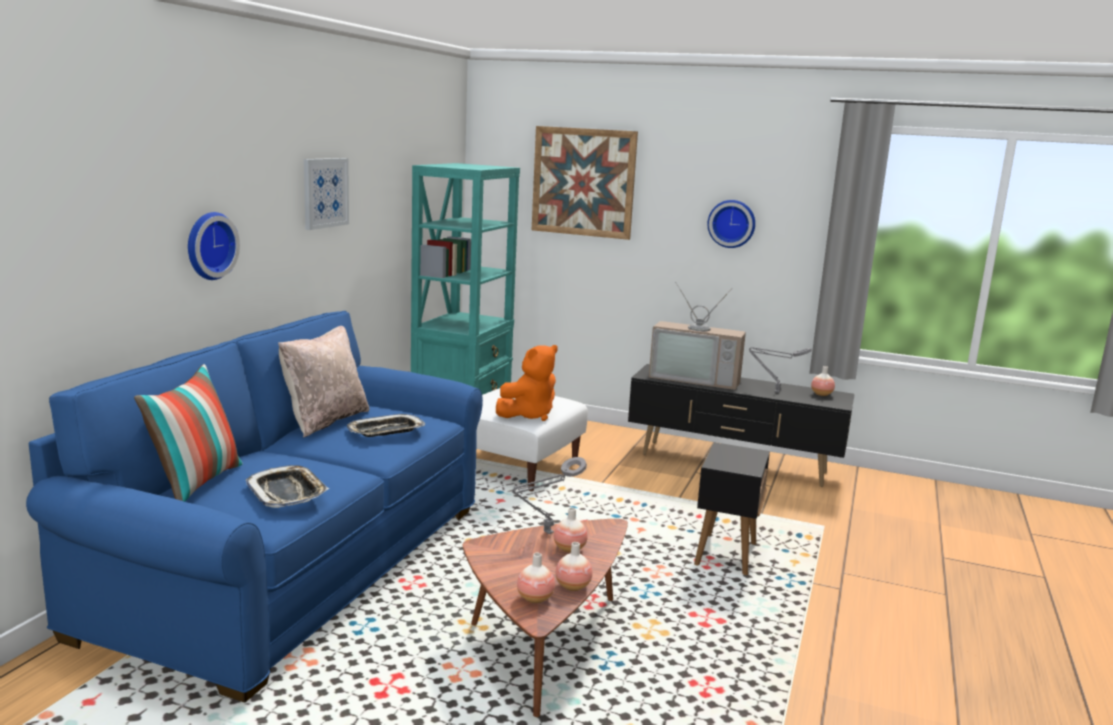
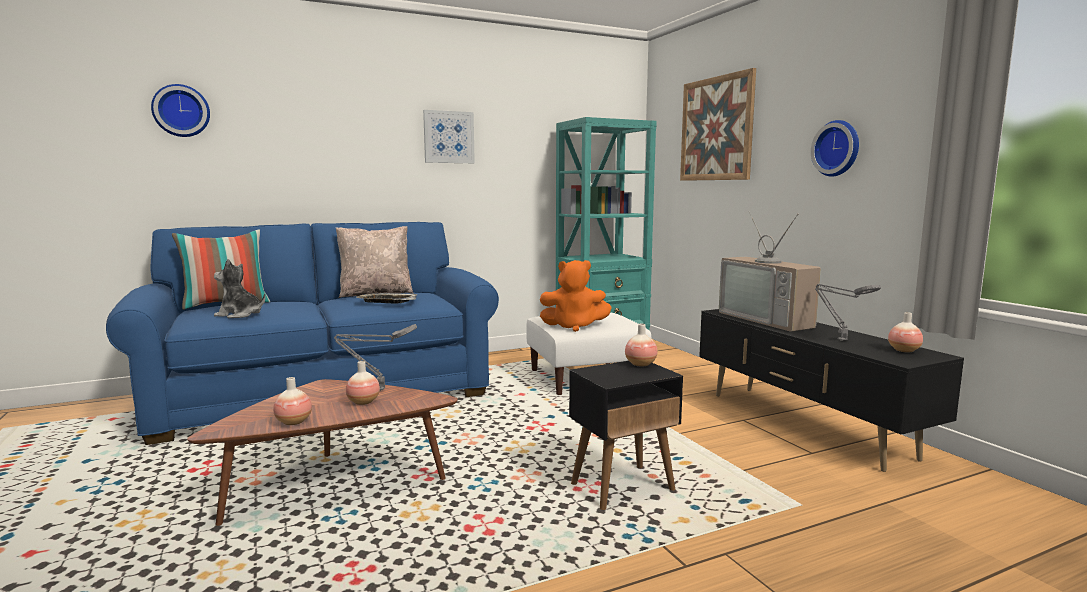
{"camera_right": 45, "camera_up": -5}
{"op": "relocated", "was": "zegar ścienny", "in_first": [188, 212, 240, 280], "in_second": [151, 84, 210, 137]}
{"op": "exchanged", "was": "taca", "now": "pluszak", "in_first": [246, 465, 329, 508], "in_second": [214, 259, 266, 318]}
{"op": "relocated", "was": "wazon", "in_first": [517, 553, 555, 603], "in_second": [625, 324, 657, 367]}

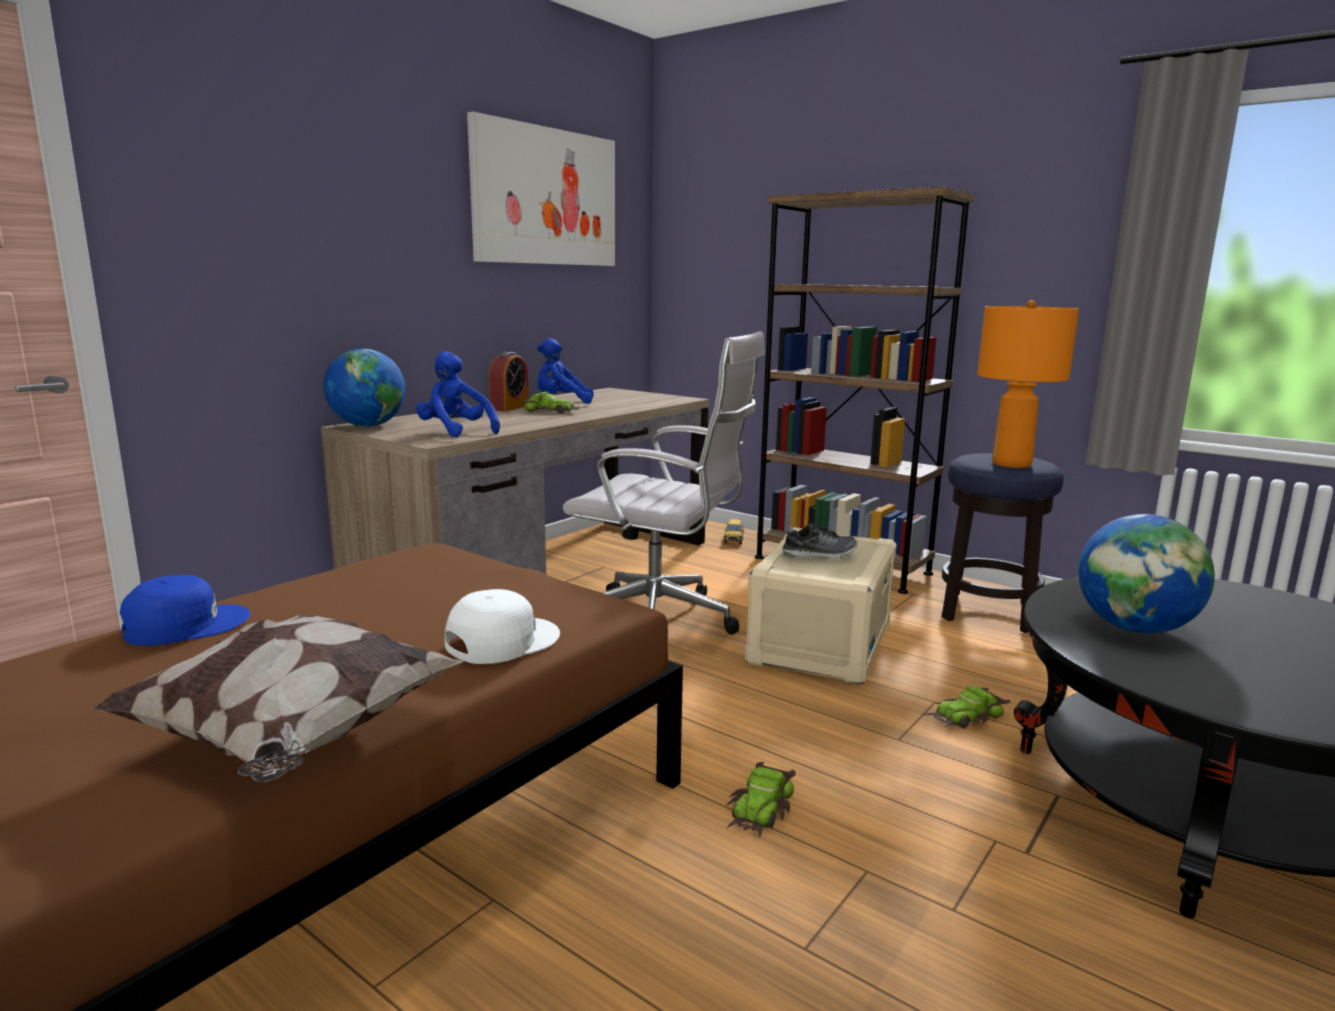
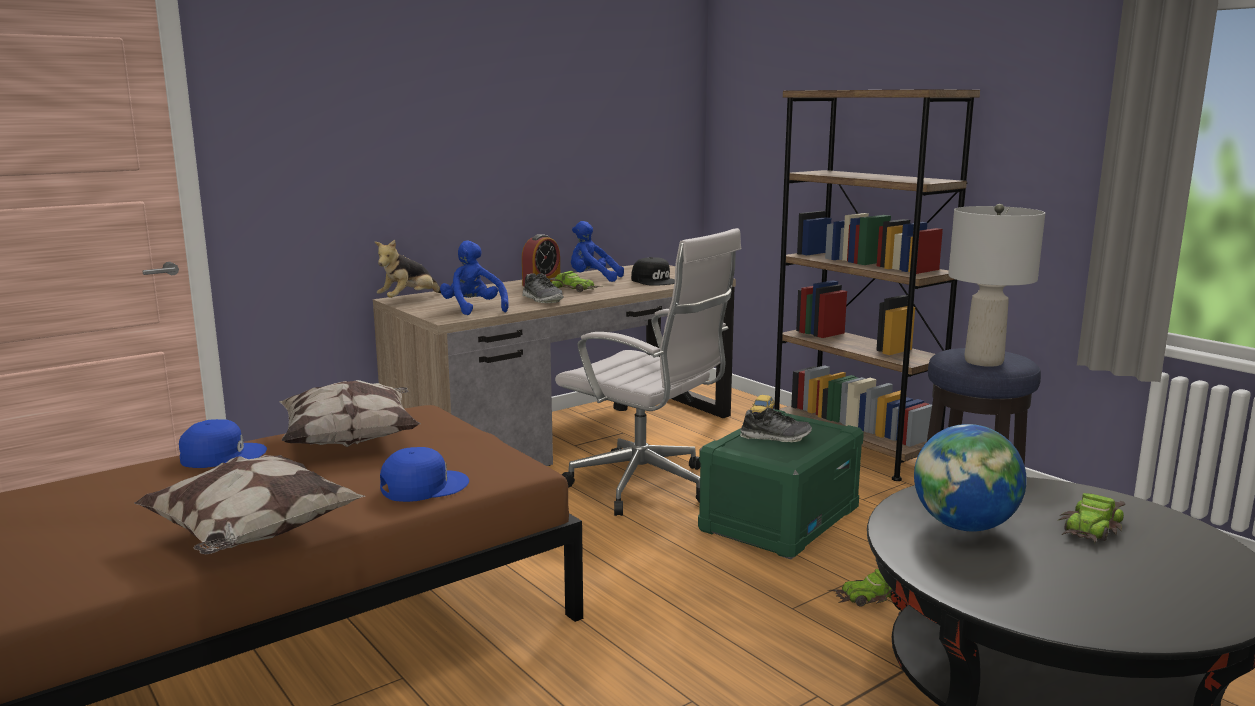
{"camera_right": 15, "camera_up": 0}
{"op": "exchanged", "was": "globus", "now": "pluszak", "in_first": [324, 349, 405, 427], "in_second": [375, 240, 441, 298]}
{"op": "colour", "was": "czapka z daszkiem (biały)", "now": "czapka z daszkiem (niebieski)", "in_first": [445, 589, 560, 664], "in_second": [380, 447, 469, 502]}
{"op": "missing", "was": "obraz", "in_first": [467, 112, 615, 266]}
{"op": "relocated", "was": "samochodzik", "in_first": [726, 762, 796, 838], "in_second": [1058, 493, 1125, 543]}
{"op": "colour", "was": "pojemnik do przechowywania (beżowy)", "now": "pojemnik do przechowywania (zielony)", "in_first": [745, 527, 897, 685], "in_second": [698, 409, 864, 560]}
{"op": "colour", "was": "lampa stołowa (pomarańczowy)", "now": "lampa stołowa (szary)", "in_first": [977, 300, 1079, 468], "in_second": [948, 204, 1045, 367]}
{"op": "appeared", "now": "poduszka", "in_second": [279, 380, 421, 447]}
{"op": "appeared", "now": "but", "in_second": [522, 273, 564, 303]}
{"op": "appeared", "now": "czapka z daszkiem (czarny)", "in_second": [631, 257, 675, 286]}

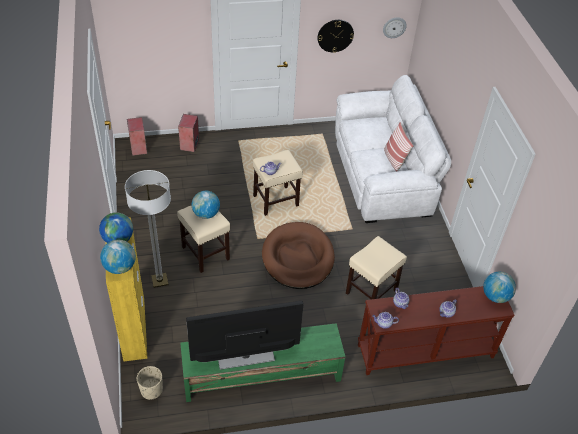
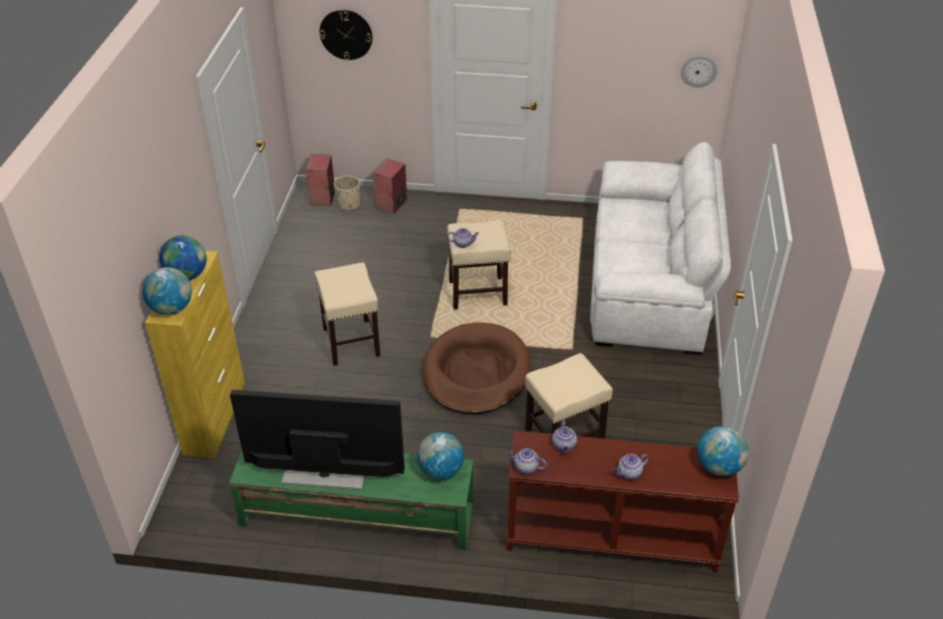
{"camera_right": 20, "camera_up": -5}
{"op": "missing", "was": "lampa stojąca", "in_first": [125, 170, 171, 288]}
{"op": "relocated", "was": "donica (beżowy)", "in_first": [137, 366, 163, 400], "in_second": [334, 176, 360, 211]}
{"op": "relocated", "was": "globus", "in_first": [192, 191, 220, 219], "in_second": [417, 432, 464, 480]}
{"op": "relocated", "was": "zegar ścienny", "in_first": [317, 20, 354, 53], "in_second": [319, 10, 373, 60]}
{"op": "missing", "was": "poduszka", "in_first": [384, 122, 414, 171]}

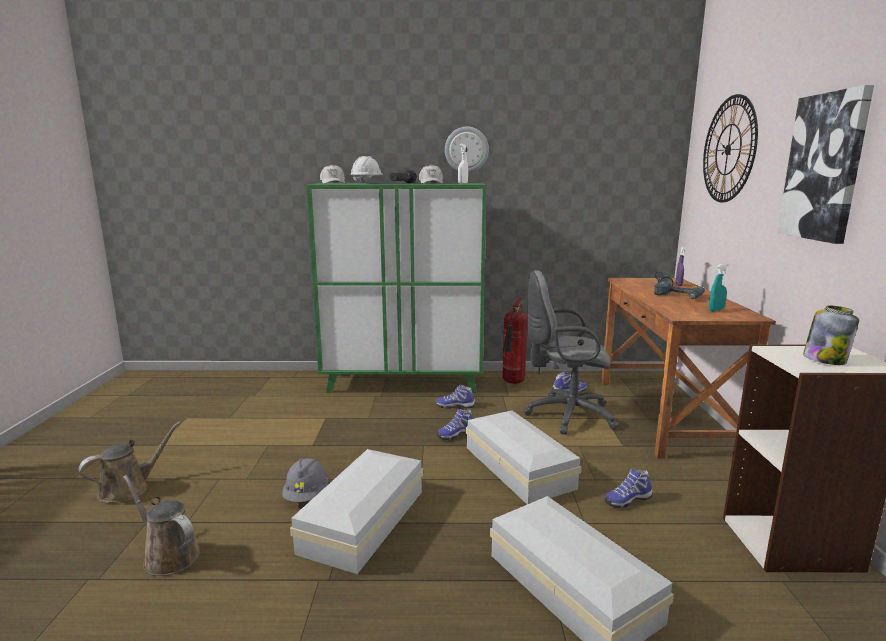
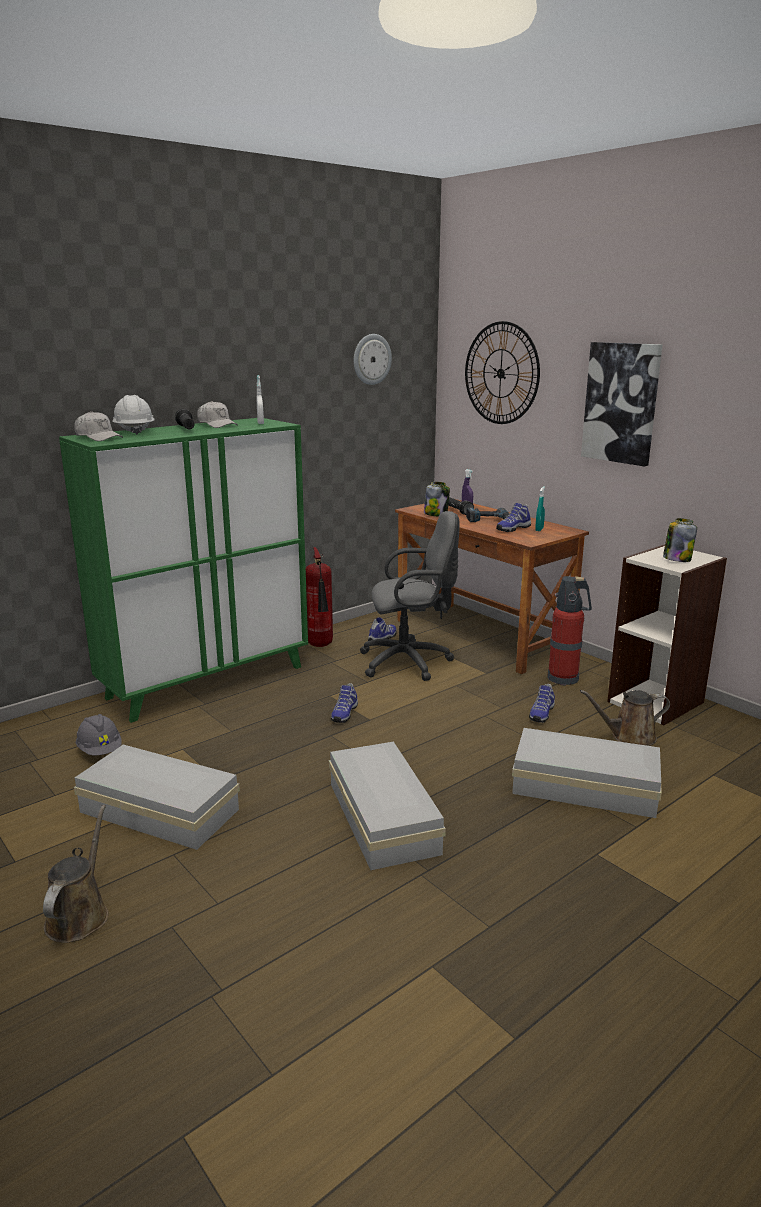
{"camera_right": -40, "camera_up": 5}
{"op": "relocated", "was": "konewka (brązowy)", "in_first": [123, 475, 200, 576], "in_second": [580, 690, 670, 746]}
{"op": "relocated", "was": "kask (szary)", "in_first": [282, 458, 328, 502], "in_second": [76, 714, 122, 755]}
{"op": "relocated", "was": "but", "in_first": [435, 384, 475, 409], "in_second": [496, 503, 531, 532]}
{"op": "relocated", "was": "zegar ścienny", "in_first": [445, 127, 489, 173], "in_second": [354, 334, 392, 385]}
{"op": "relocated", "was": "pojemnik do przechowywania (biały)", "in_first": [466, 410, 581, 504], "in_second": [74, 745, 240, 850]}
{"op": "spun", "was": "krzesło biurowe (szary)", "in_first": [524, 270, 619, 435], "in_second": [360, 511, 460, 681], "clockwise": -150}
{"op": "appeared", "now": "słoik", "in_second": [424, 482, 450, 516]}
{"op": "appeared", "now": "gaśnica", "in_second": [548, 576, 592, 686]}

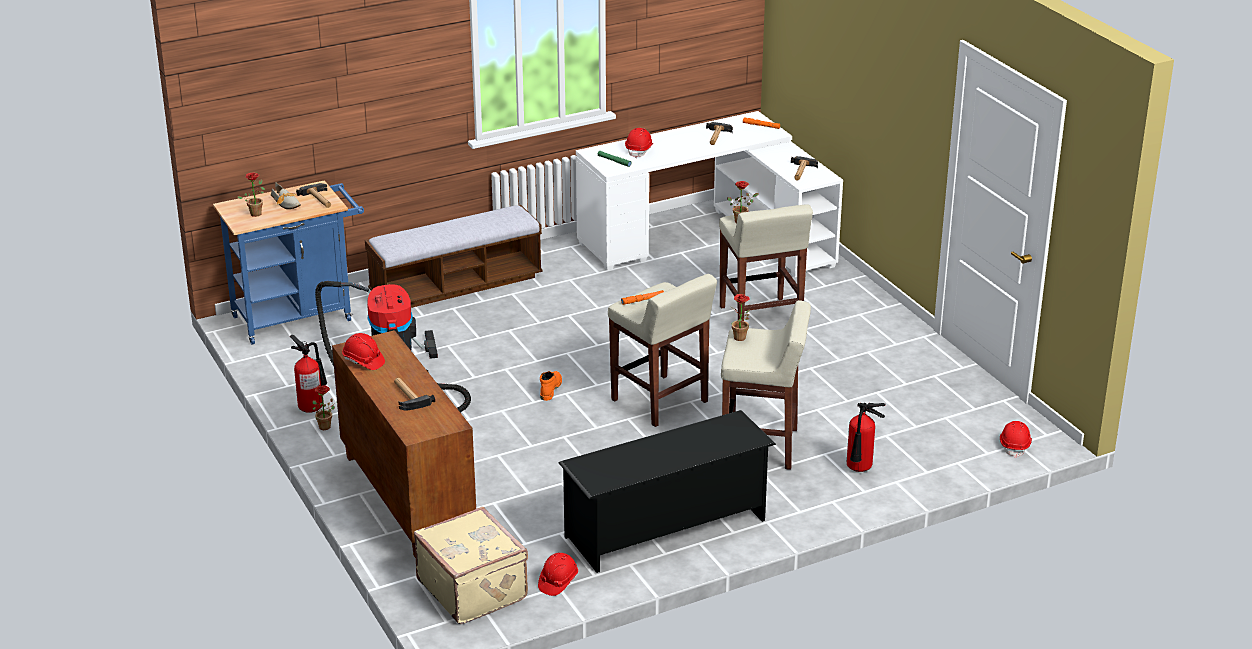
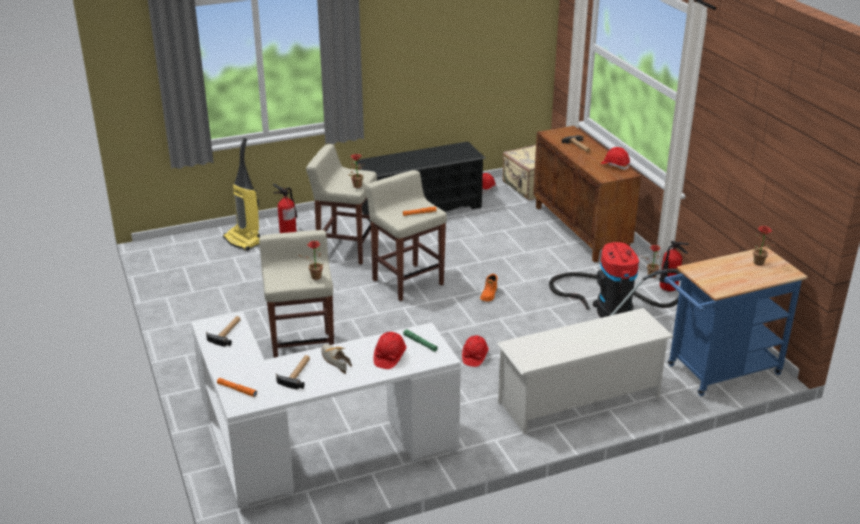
{"camera_right": -175, "camera_up": 0}
{"op": "relocated", "was": "but", "in_first": [271, 183, 301, 209], "in_second": [322, 344, 352, 374]}
{"op": "missing", "was": "młotek", "in_first": [296, 183, 331, 208]}
{"op": "exchanged", "was": "ławka", "now": "regał na buty (biały)", "in_first": [365, 205, 543, 308], "in_second": [497, 308, 674, 434]}
{"op": "relocated", "was": "kask (czerwony)", "in_first": [1000, 421, 1032, 458], "in_second": [462, 335, 489, 367]}
{"op": "appeared", "now": "odkurzacz", "in_second": [223, 138, 260, 251]}

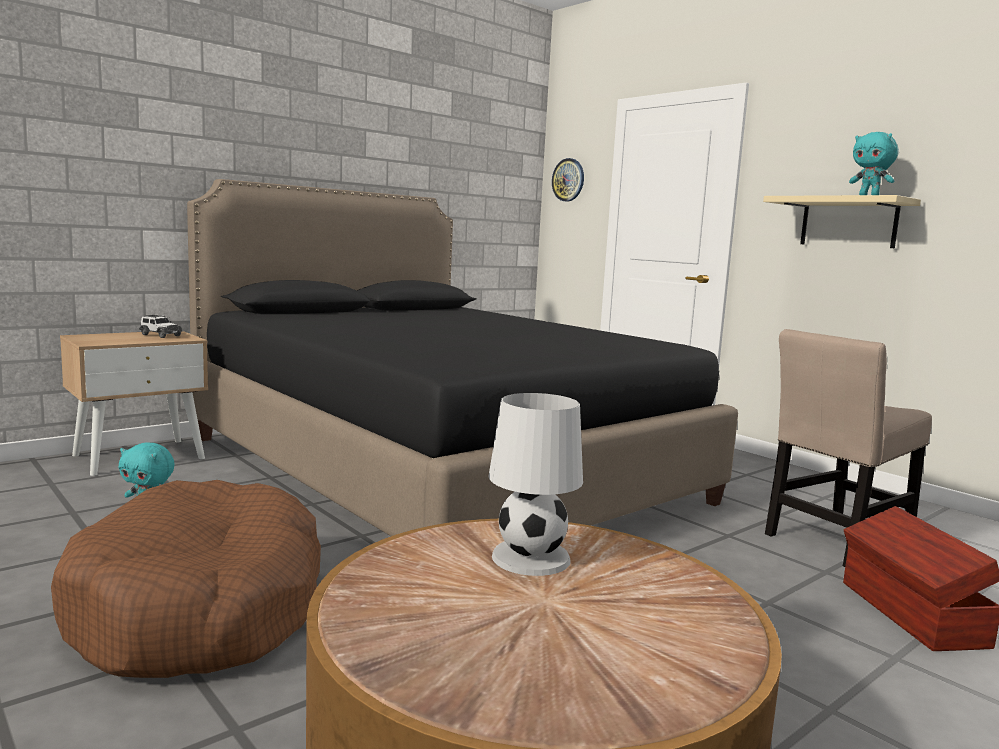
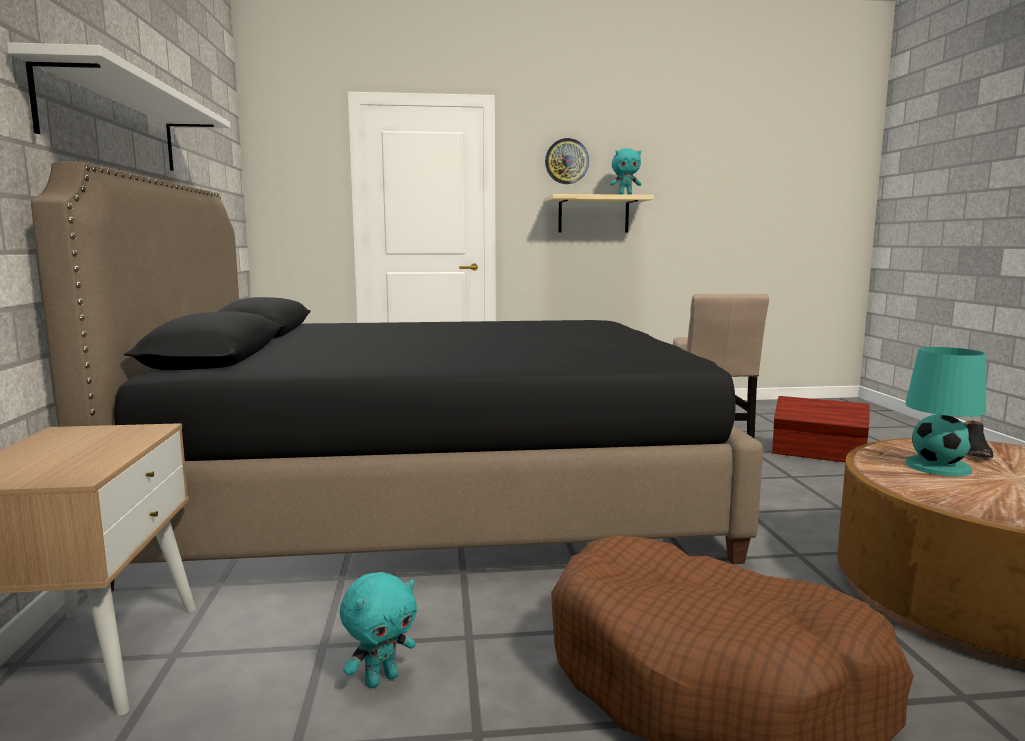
{"camera_right": -55, "camera_up": 0}
{"op": "missing", "was": "samochodzik", "in_first": [139, 314, 182, 338]}
{"op": "colour", "was": "lampa stołowa (biały)", "now": "lampa stołowa (turkusowy)", "in_first": [488, 393, 583, 576], "in_second": [905, 347, 986, 476]}
{"op": "relocated", "was": "zegar ścienny", "in_first": [552, 158, 584, 201], "in_second": [545, 138, 589, 184]}
{"op": "appeared", "now": "półka (biały)", "in_second": [7, 42, 230, 171]}
{"op": "appeared", "now": "but (czarny)", "in_second": [964, 420, 993, 458]}

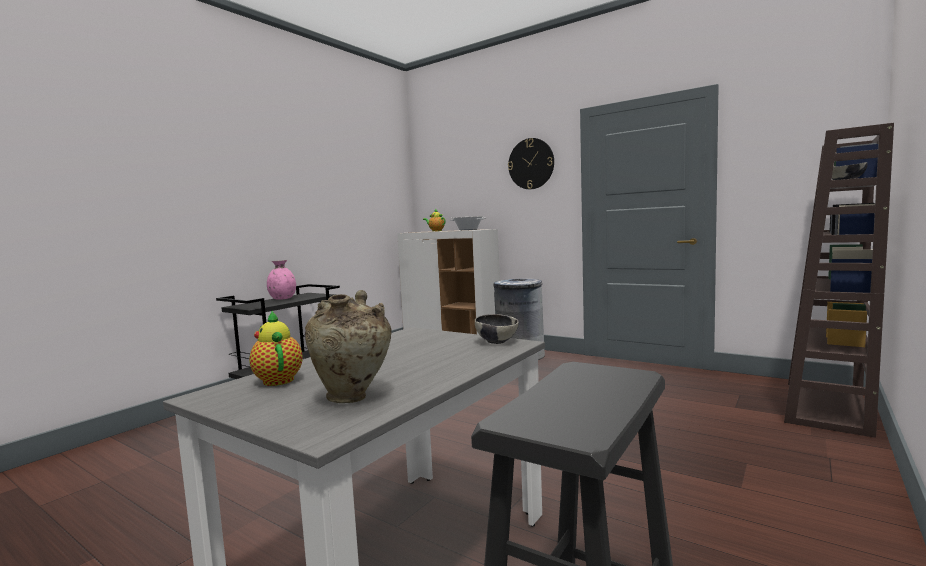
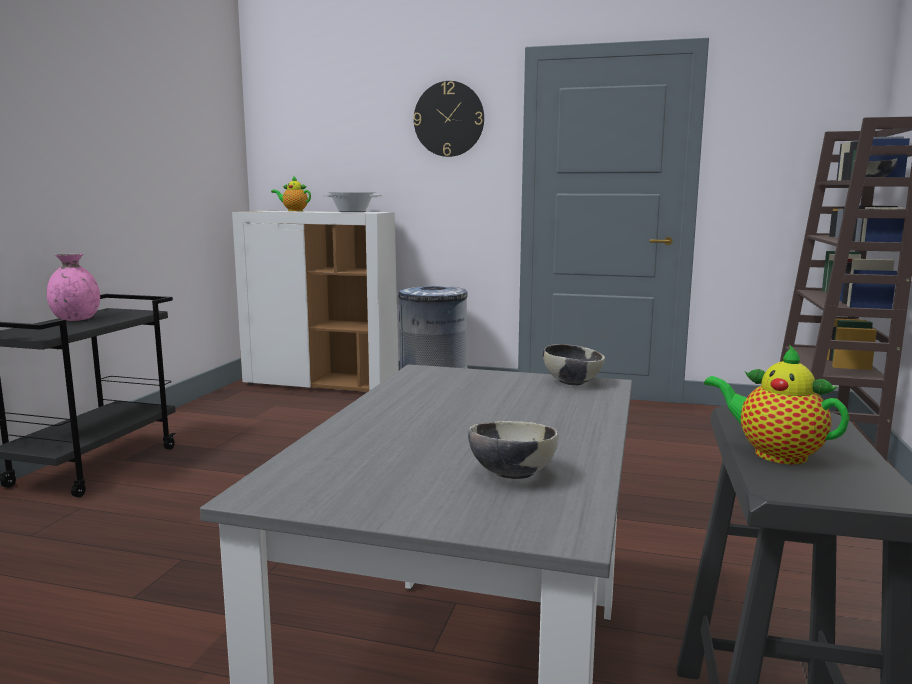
{"camera_right": -20, "camera_up": 5}
{"op": "relocated", "was": "imbryk", "in_first": [249, 311, 303, 386], "in_second": [704, 345, 849, 464]}
{"op": "exchanged", "was": "wazon (beżowy)", "now": "miska", "in_first": [305, 290, 392, 403], "in_second": [468, 421, 558, 479]}

